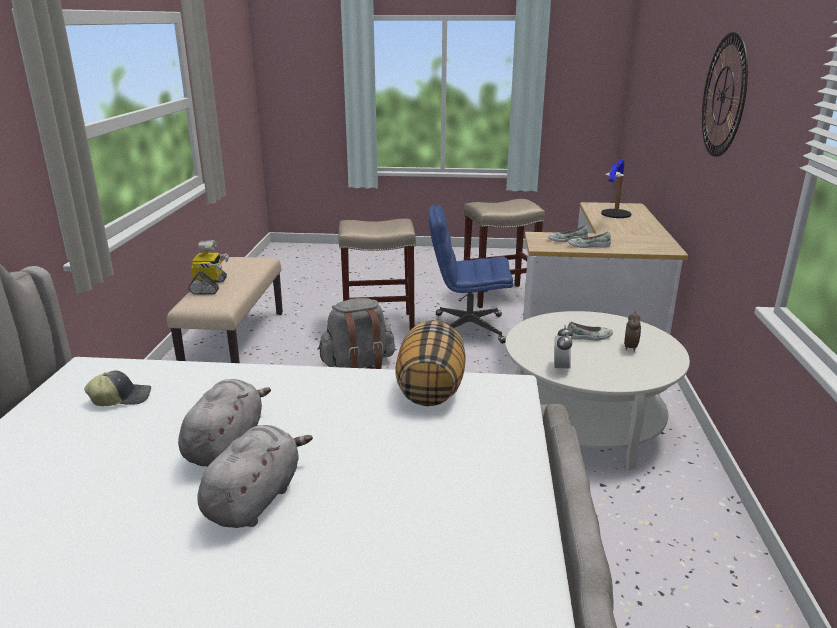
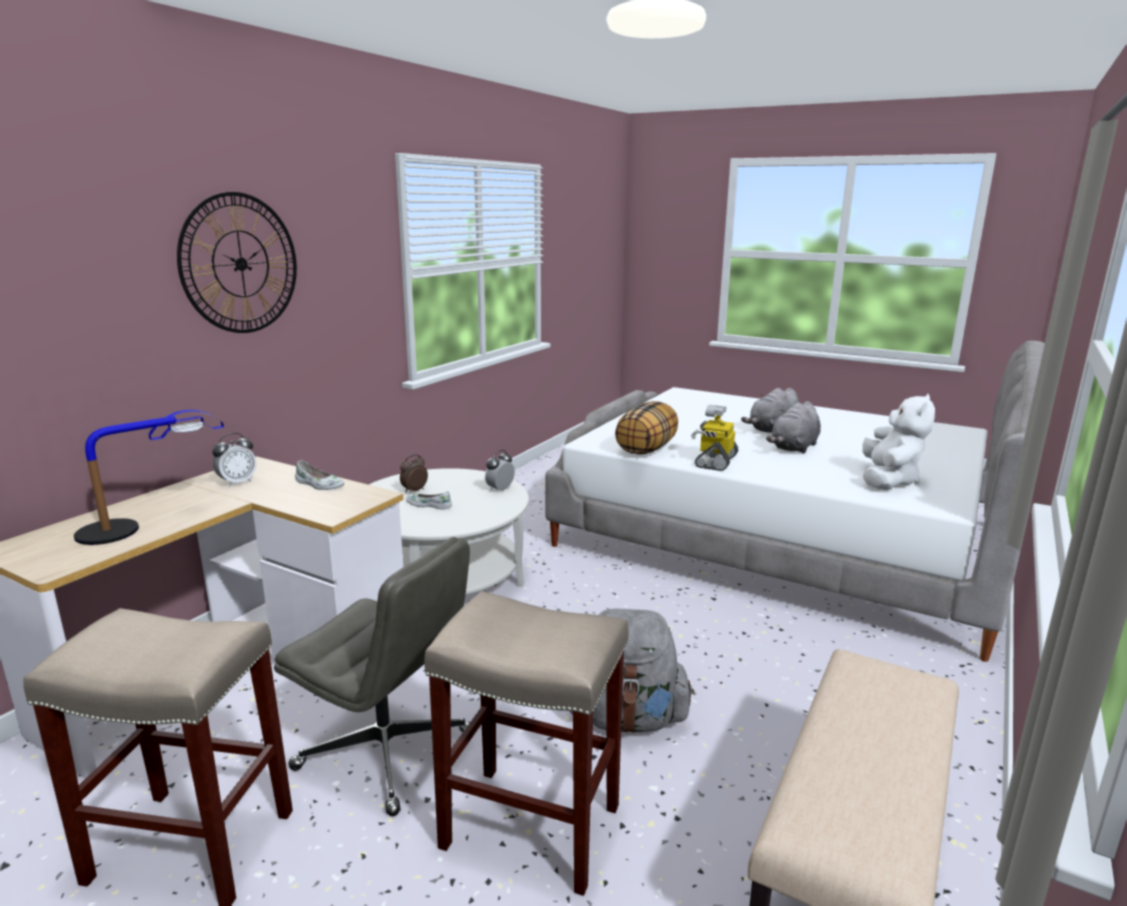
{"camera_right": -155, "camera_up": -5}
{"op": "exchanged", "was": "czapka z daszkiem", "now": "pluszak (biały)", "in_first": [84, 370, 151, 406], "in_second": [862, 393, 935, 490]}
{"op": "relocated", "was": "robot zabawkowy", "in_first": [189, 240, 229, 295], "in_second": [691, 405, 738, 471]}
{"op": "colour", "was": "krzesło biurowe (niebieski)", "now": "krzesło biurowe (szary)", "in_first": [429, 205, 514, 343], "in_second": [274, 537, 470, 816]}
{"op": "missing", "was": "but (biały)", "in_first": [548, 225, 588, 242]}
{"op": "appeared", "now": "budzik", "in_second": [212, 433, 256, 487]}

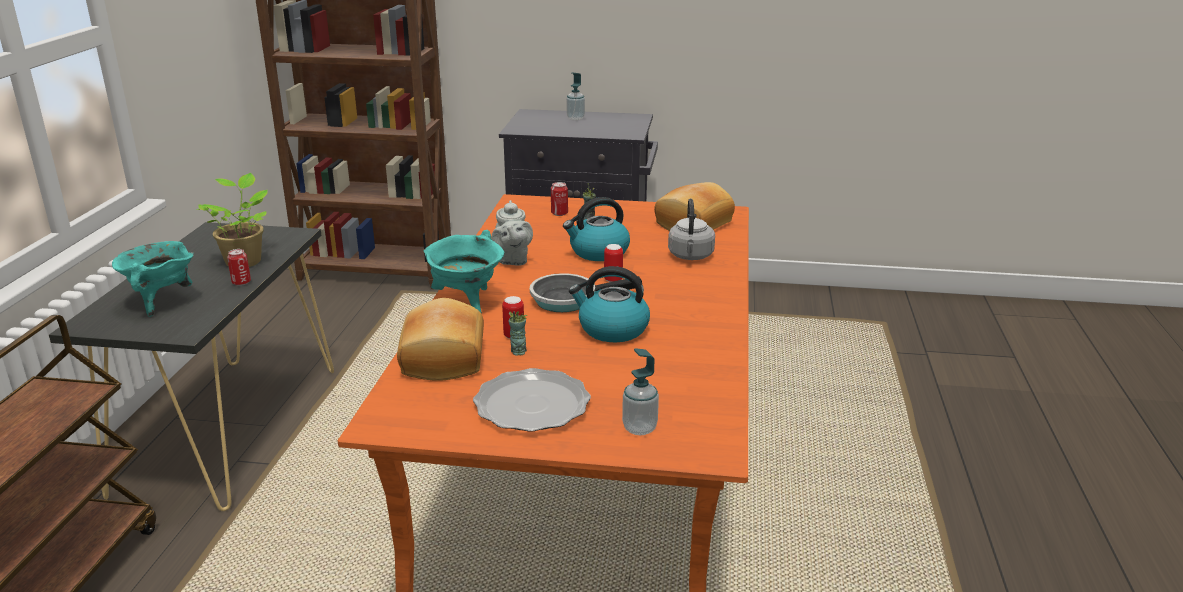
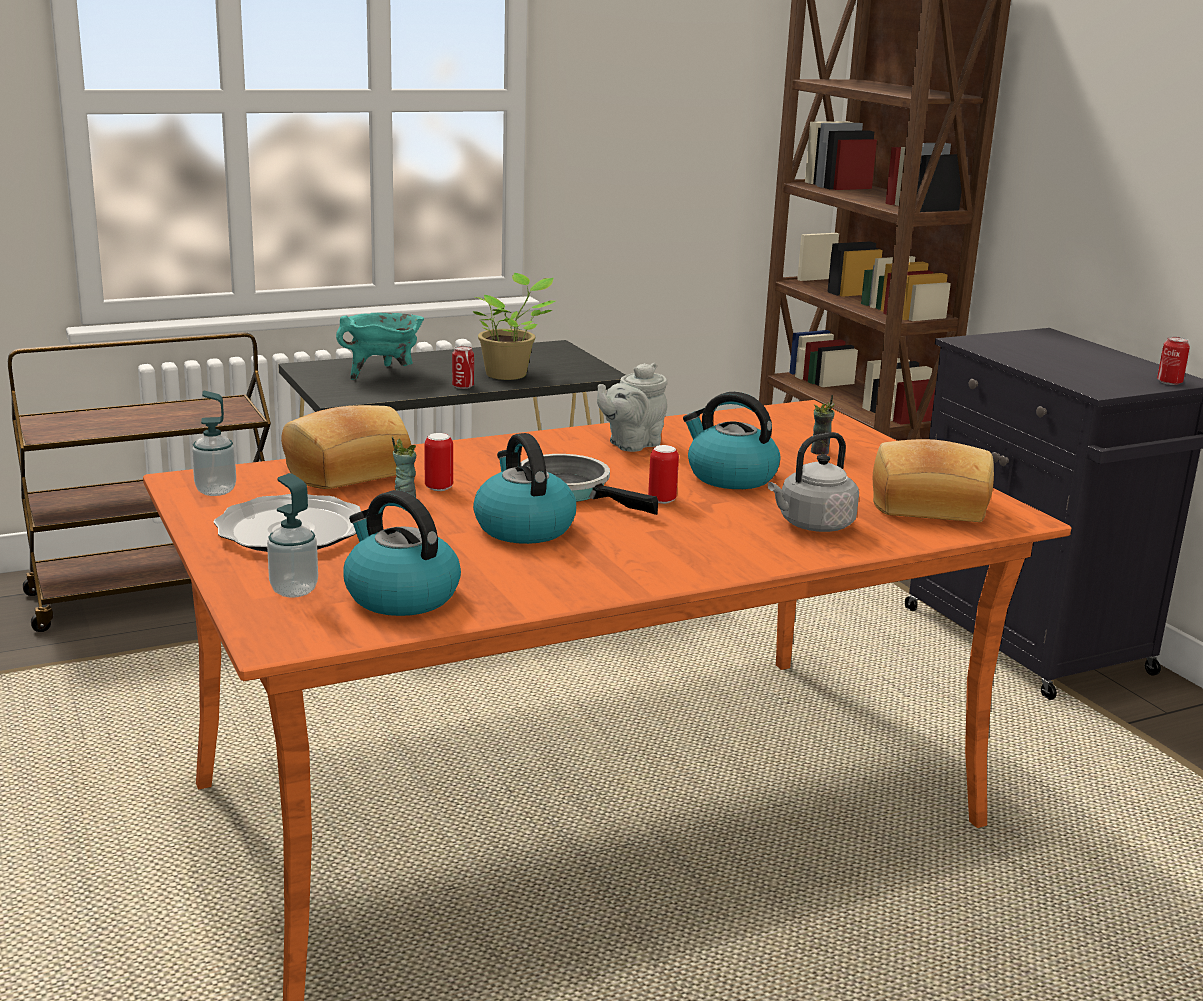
{"camera_right": 55, "camera_up": -5}
{"op": "missing", "was": "garnek (turkusowy)", "in_first": [423, 230, 504, 314]}
{"op": "relocated", "was": "puszka", "in_first": [551, 182, 568, 216], "in_second": [1157, 336, 1190, 385]}
{"op": "relocated", "was": "dozownik mydła", "in_first": [566, 72, 585, 120], "in_second": [192, 391, 236, 496]}
{"op": "appeared", "now": "czajnik", "in_second": [343, 490, 461, 616]}

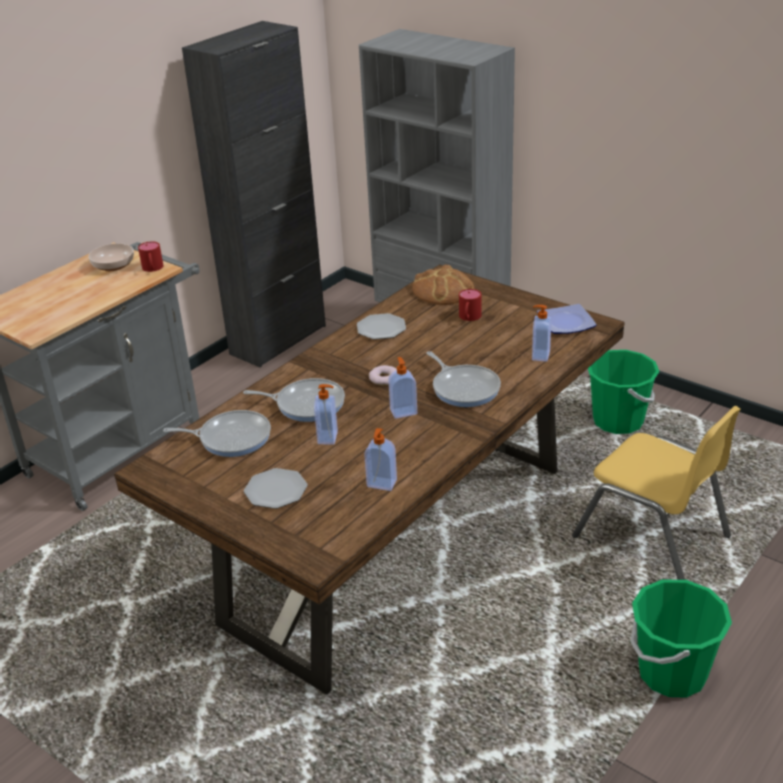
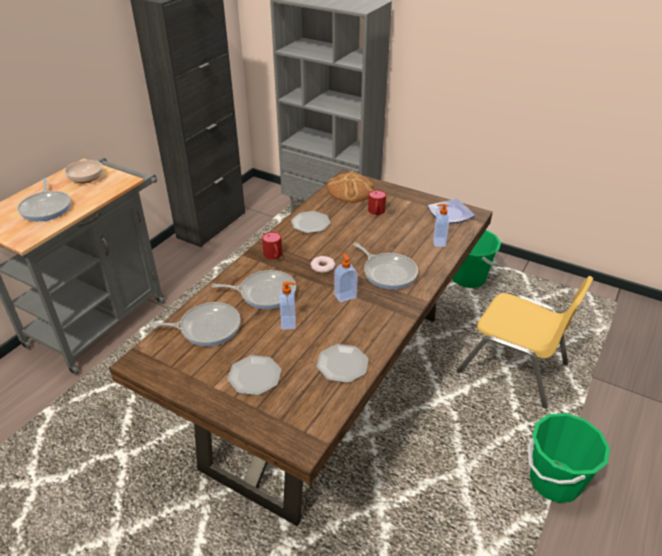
{"camera_right": -10, "camera_up": 5}
{"op": "relocated", "was": "kubek (czerwony)", "in_first": [138, 241, 164, 272], "in_second": [262, 232, 282, 259]}
{"op": "exchanged", "was": "dozownik mydła", "now": "talerz", "in_first": [364, 428, 397, 491], "in_second": [316, 344, 369, 383]}
{"op": "appeared", "now": "patelnia", "in_second": [17, 178, 71, 221]}

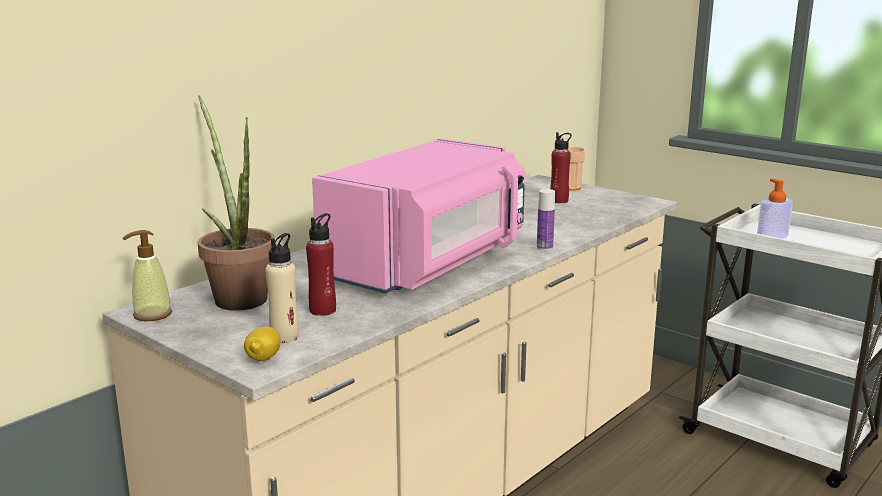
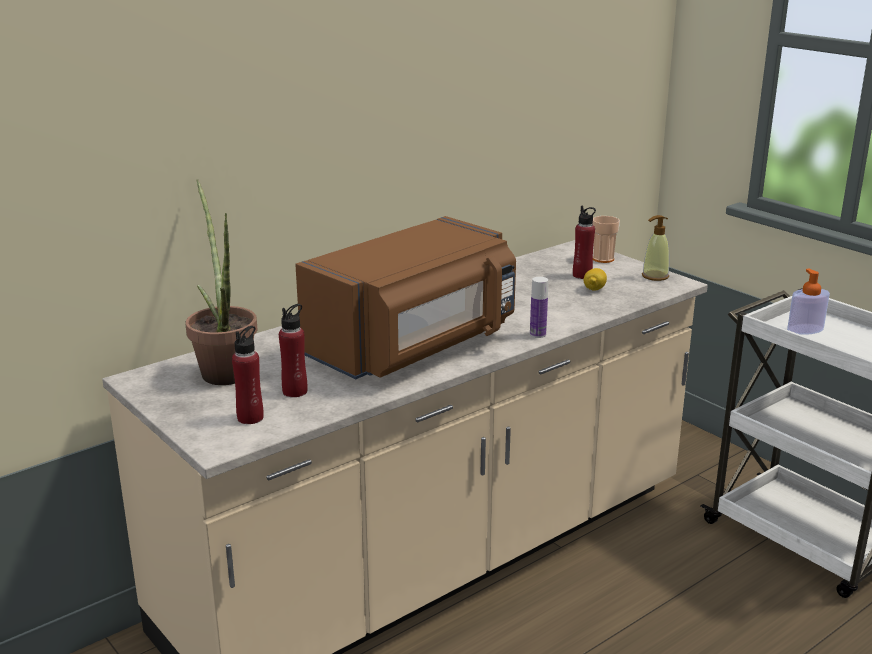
{"camera_right": 10, "camera_up": 5}
{"op": "relocated", "was": "dozownik mydła", "in_first": [123, 230, 172, 321], "in_second": [642, 215, 669, 281]}
{"op": "relocated", "was": "cytryna", "in_first": [244, 326, 281, 361], "in_second": [583, 268, 607, 291]}
{"op": "colour", "was": "butelka (beżowy)", "now": "butelka (czerwony)", "in_first": [266, 233, 299, 343], "in_second": [232, 326, 264, 424]}
{"op": "colour", "was": "mikrofalówka (różowy)", "now": "mikrofalówka (brązowy)", "in_first": [312, 139, 525, 294], "in_second": [295, 216, 516, 379]}

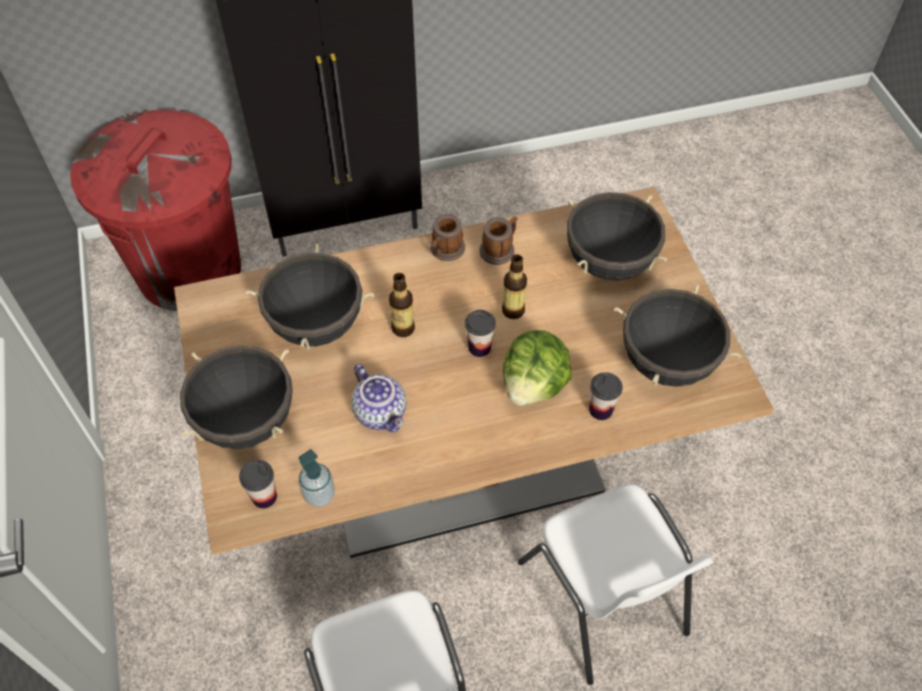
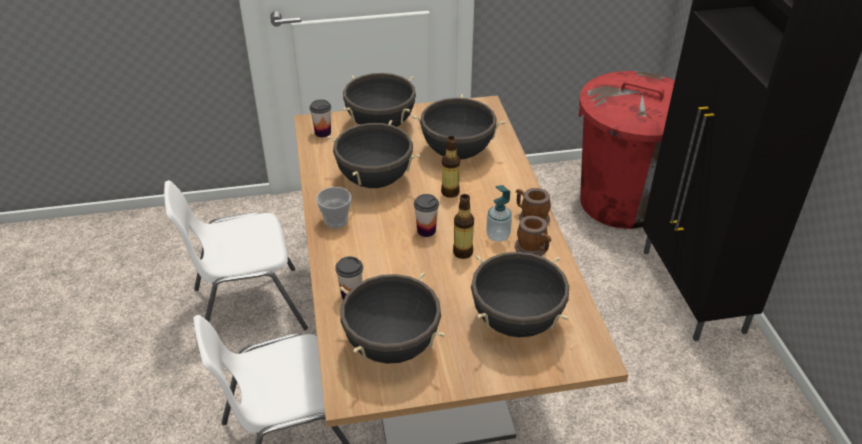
{"camera_right": 95, "camera_up": -15}
{"op": "relocated", "was": "dozownik mydła", "in_first": [299, 449, 335, 507], "in_second": [486, 185, 512, 242]}
{"op": "exchanged", "was": "imbryk", "now": "garnek (czarny)", "in_first": [352, 364, 406, 432], "in_second": [328, 120, 420, 188]}
{"op": "missing", "was": "sałata", "in_first": [503, 330, 571, 406]}
{"op": "appeared", "now": "filiżanka", "in_second": [316, 187, 351, 228]}

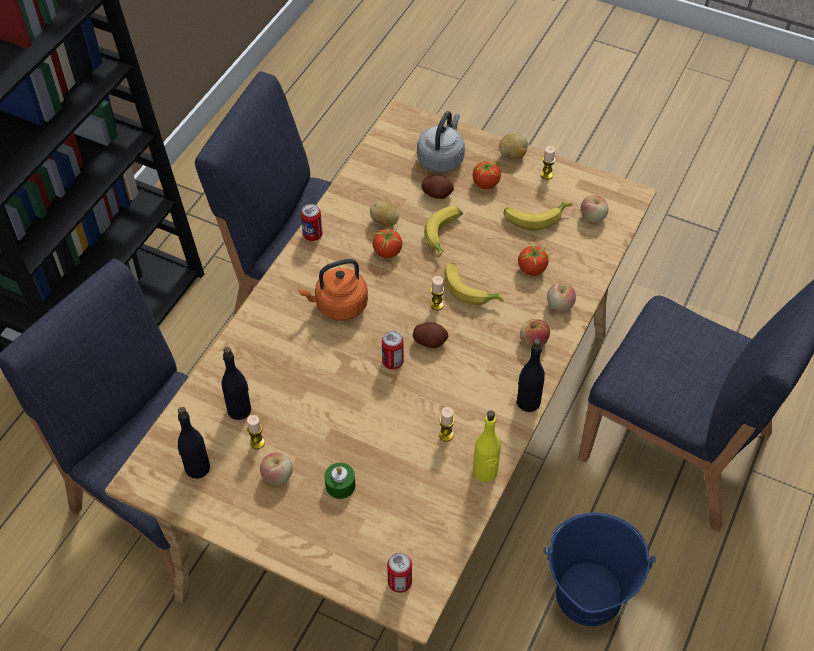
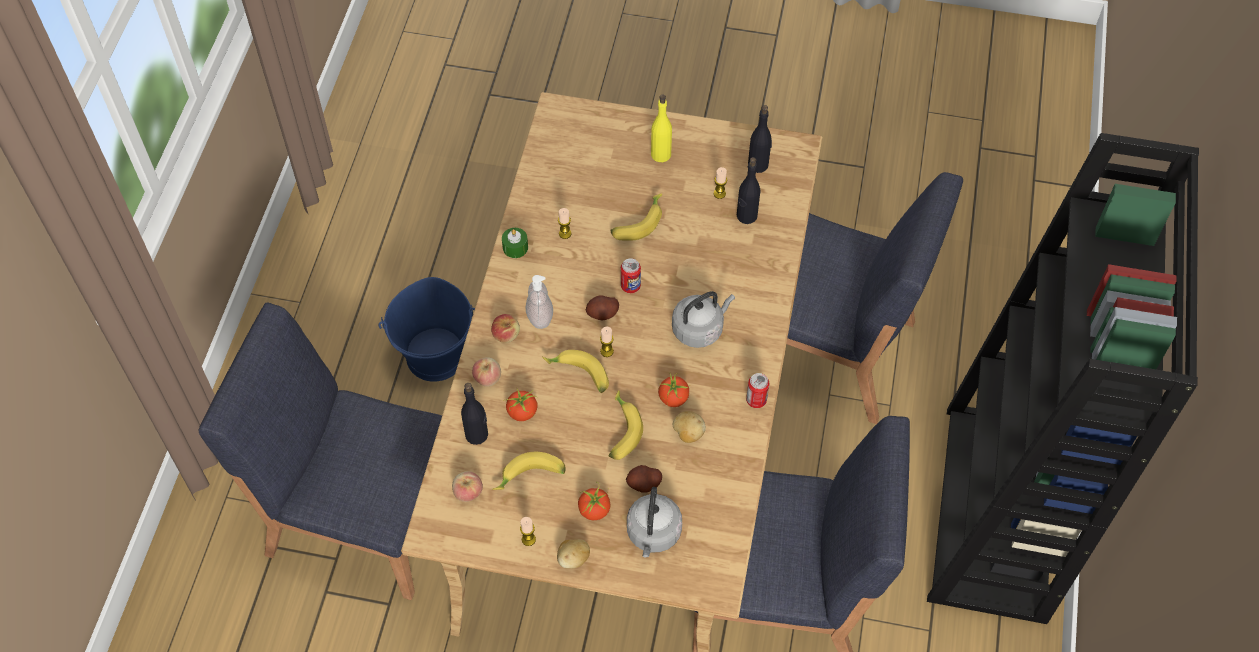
{"camera_right": 165, "camera_up": 5}
{"op": "missing", "was": "jabłko", "in_first": [260, 452, 293, 485]}
{"op": "colour", "was": "czajnik (pomarańczowy)", "now": "czajnik (szary)", "in_first": [299, 259, 368, 321], "in_second": [672, 291, 735, 348]}
{"op": "relocated", "was": "świeca (zielony)", "in_first": [325, 463, 355, 499], "in_second": [502, 228, 528, 258]}
{"op": "missing", "was": "puszka", "in_first": [387, 553, 412, 593]}
{"op": "relocated", "was": "butelka (żółty)", "in_first": [473, 410, 501, 482], "in_second": [651, 95, 672, 162]}
{"op": "relocated", "was": "butelka (czarny)", "in_first": [517, 339, 545, 412], "in_second": [461, 383, 488, 445]}
{"op": "appeared", "now": "dozownik mydła", "in_second": [526, 275, 553, 329]}
{"op": "appeared", "now": "banan", "in_second": [610, 194, 662, 240]}

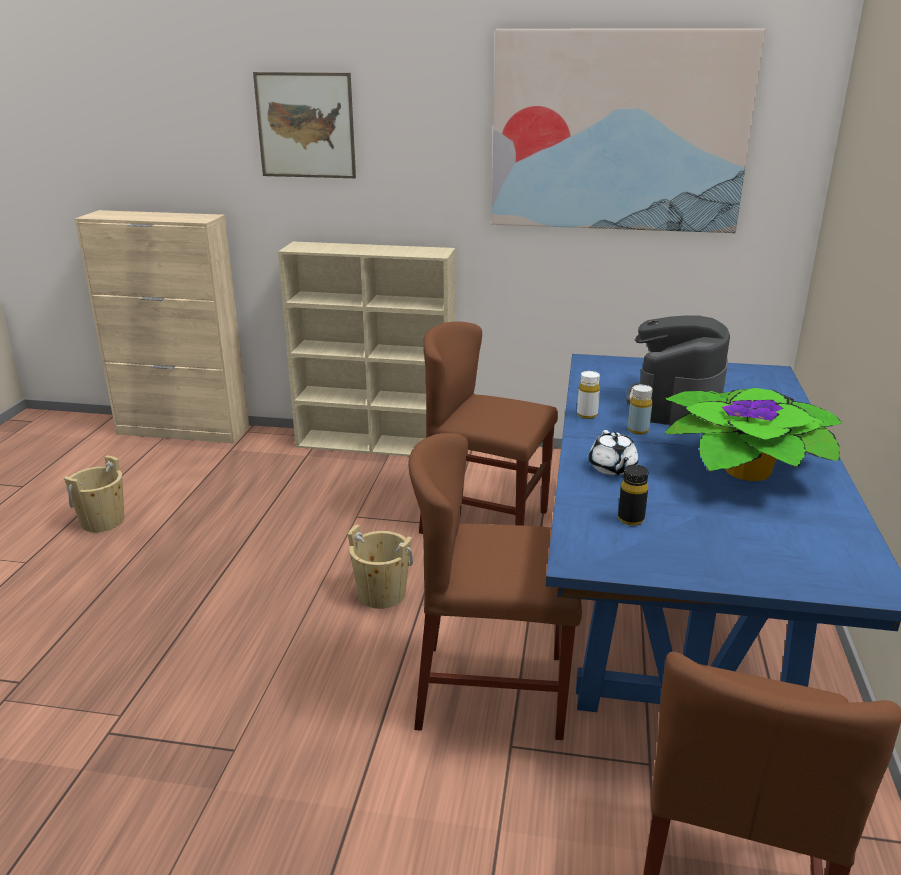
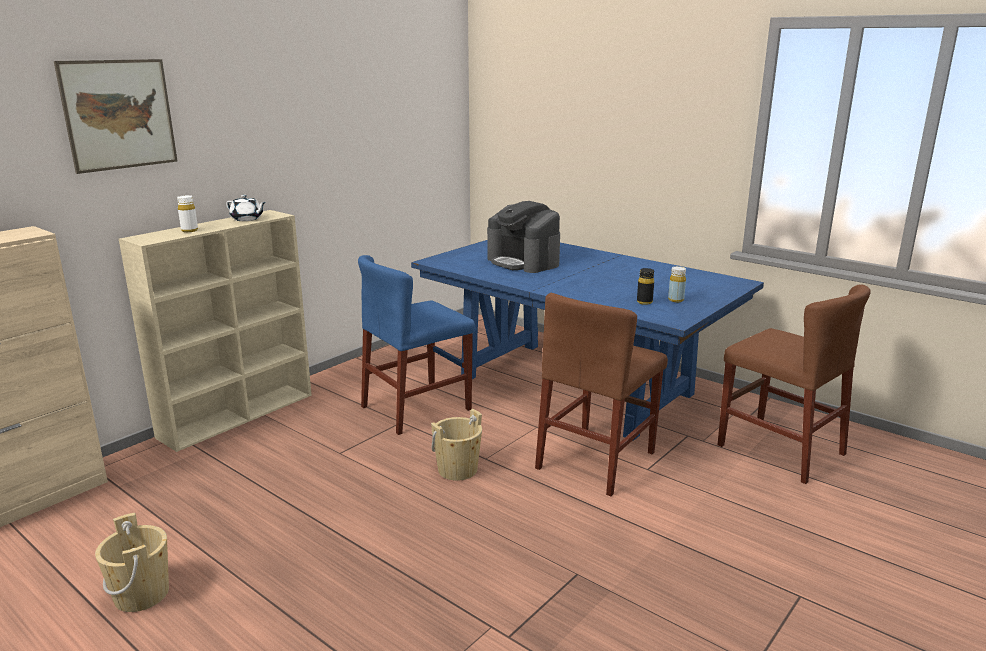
{"camera_right": -60, "camera_up": -5}
{"op": "colour", "was": "krzesło (brązowy)", "now": "krzesło (niebieski)", "in_first": [419, 321, 558, 534], "in_second": [358, 255, 475, 435]}
{"op": "missing", "was": "obraz", "in_first": [492, 28, 766, 233]}
{"op": "relocated", "was": "butelka (biały)", "in_first": [577, 371, 600, 419], "in_second": [177, 195, 198, 232]}
{"op": "relocated", "was": "imbryk (biały)", "in_first": [589, 430, 638, 475], "in_second": [226, 195, 266, 221]}
{"op": "relocated", "was": "butelka (żółty)", "in_first": [628, 385, 653, 435], "in_second": [668, 266, 686, 302]}
{"op": "missing", "was": "roślina doniczkowa", "in_first": [664, 388, 842, 481]}

